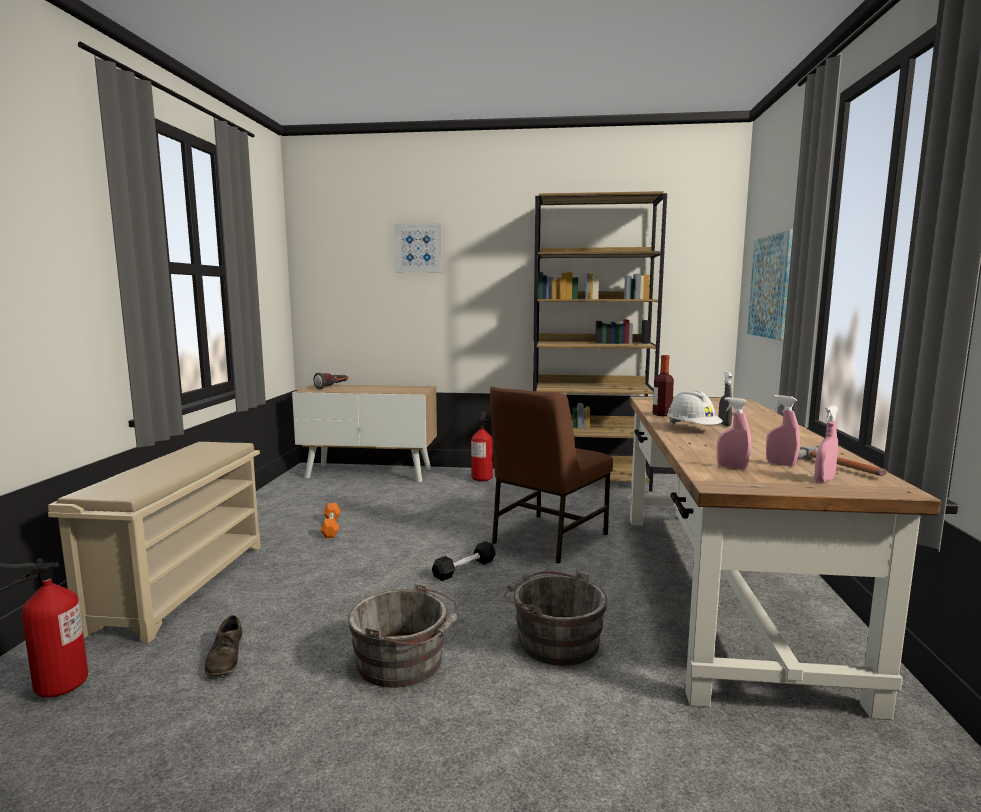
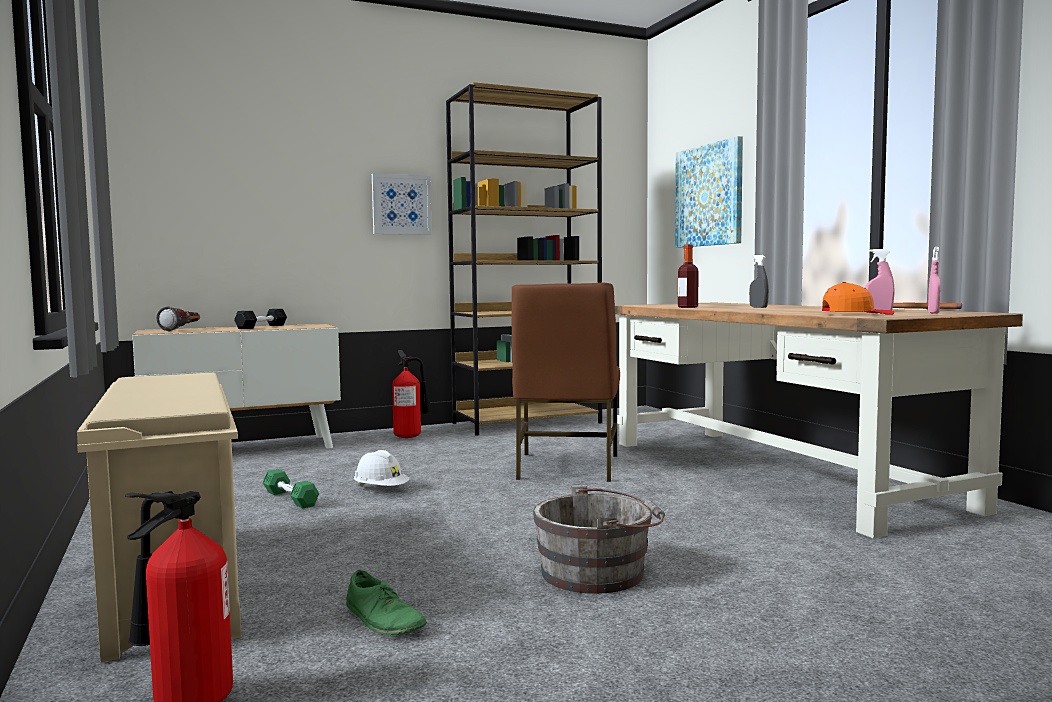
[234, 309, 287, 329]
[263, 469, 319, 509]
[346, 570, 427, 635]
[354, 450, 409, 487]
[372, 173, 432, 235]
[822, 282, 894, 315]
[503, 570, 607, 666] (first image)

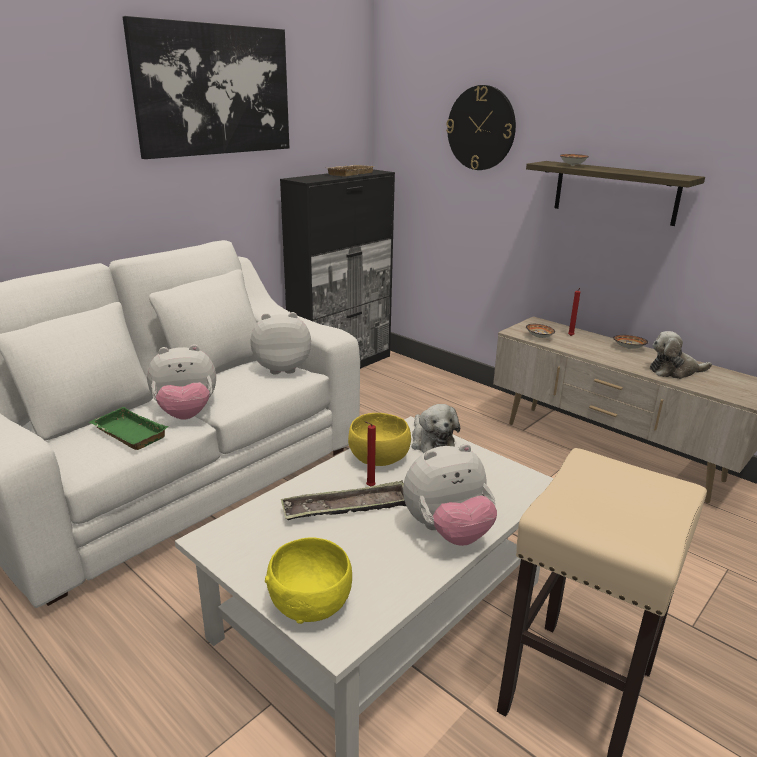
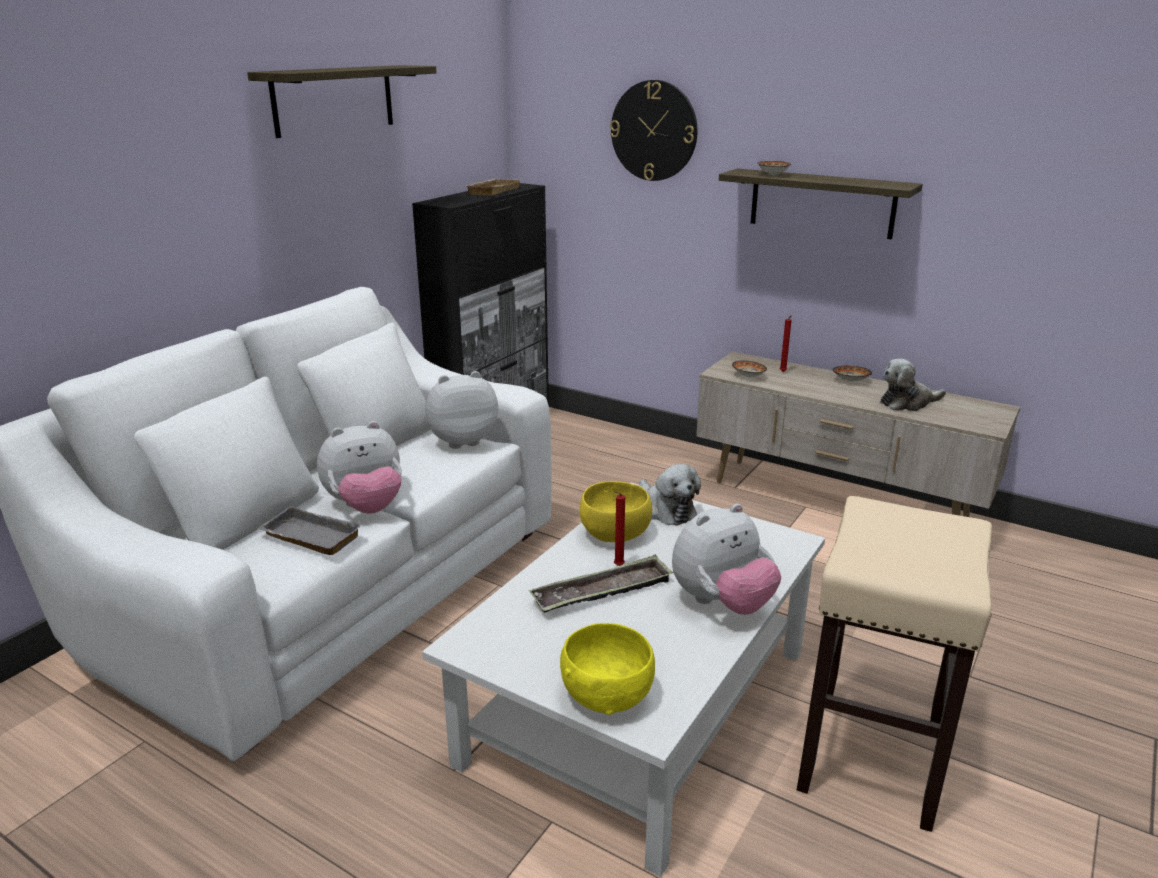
[247, 65, 437, 138]
[257, 506, 363, 555]

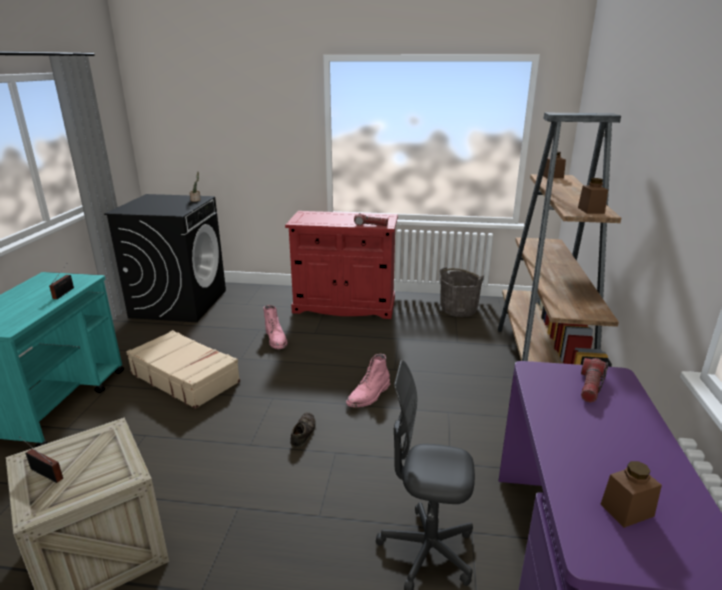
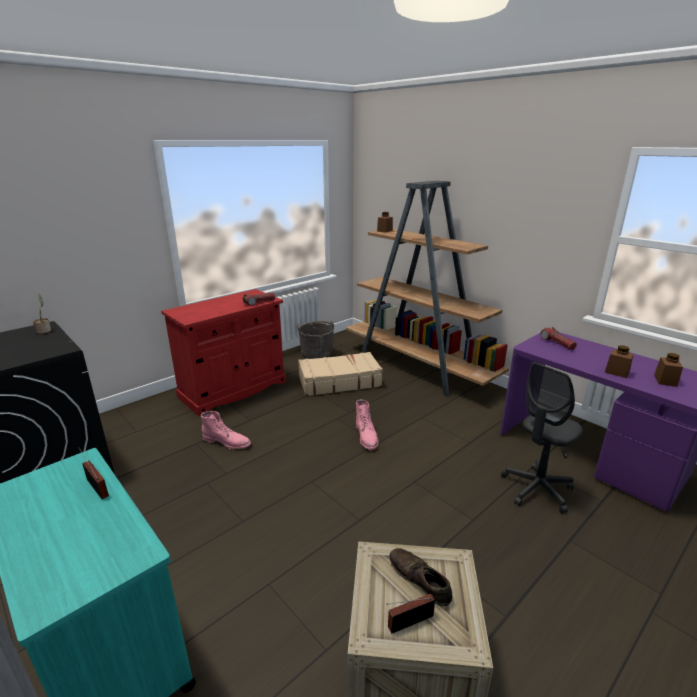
[298, 352, 383, 396]
[389, 548, 453, 607]
[605, 345, 634, 378]

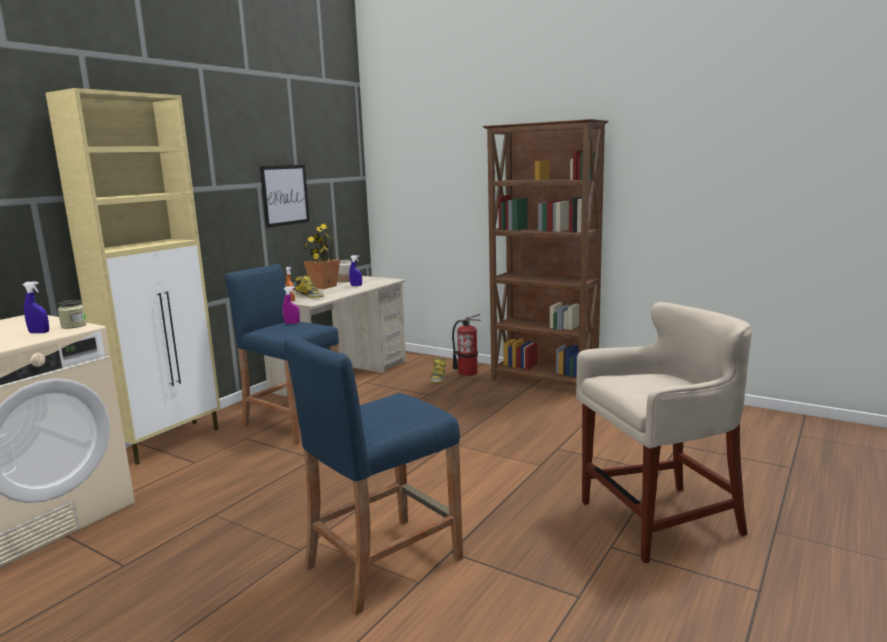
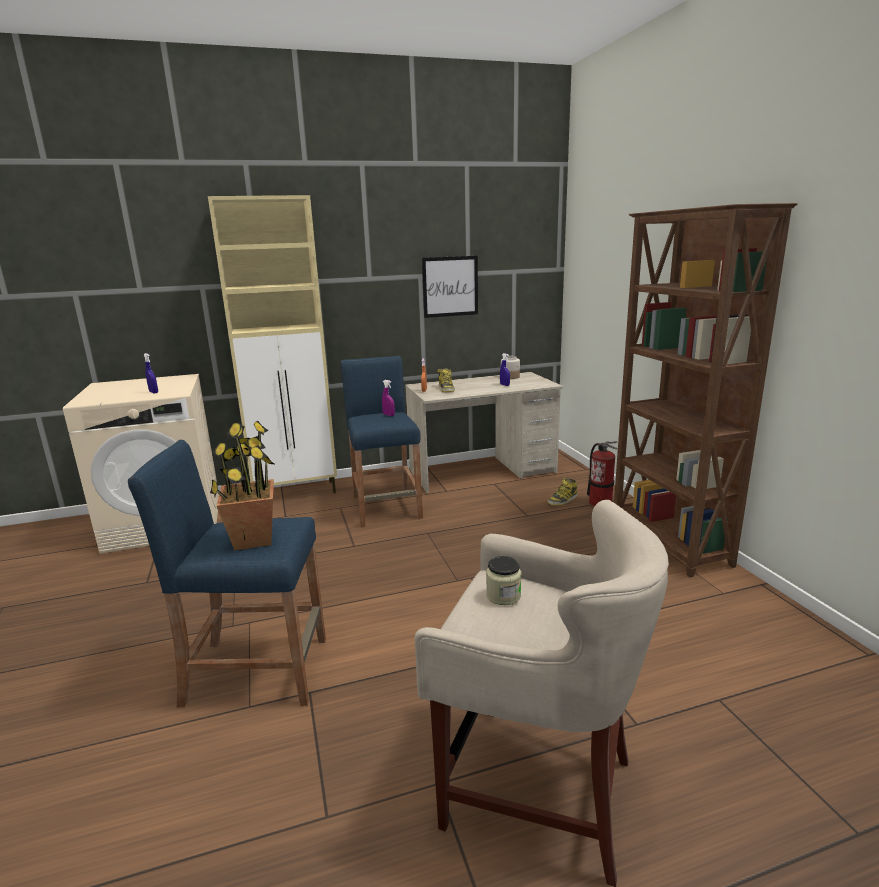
[210, 421, 274, 551]
[486, 556, 521, 605]

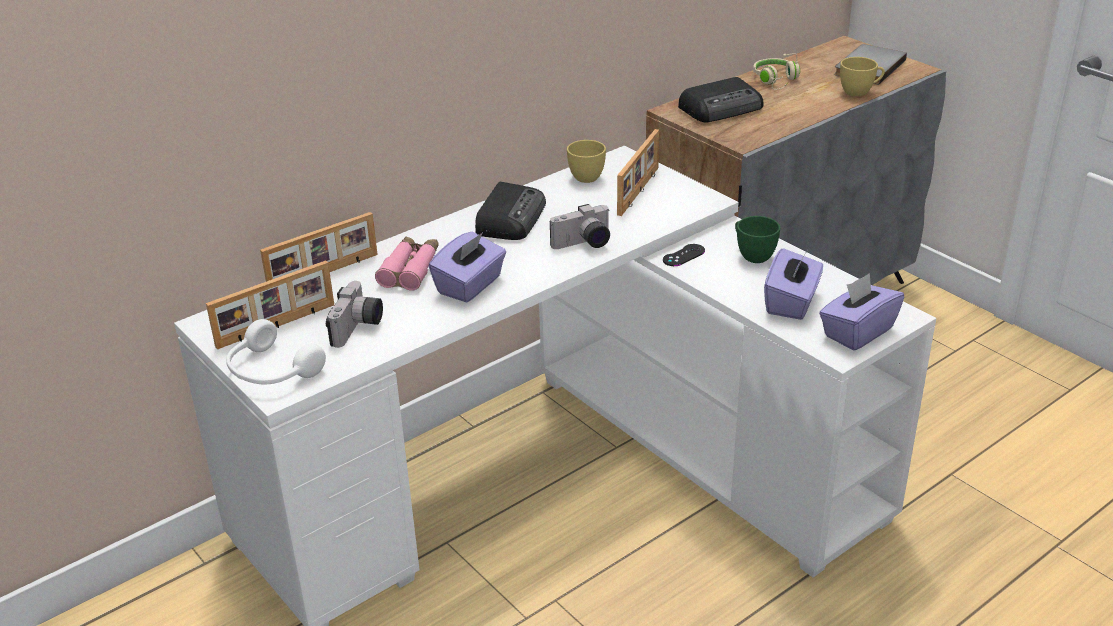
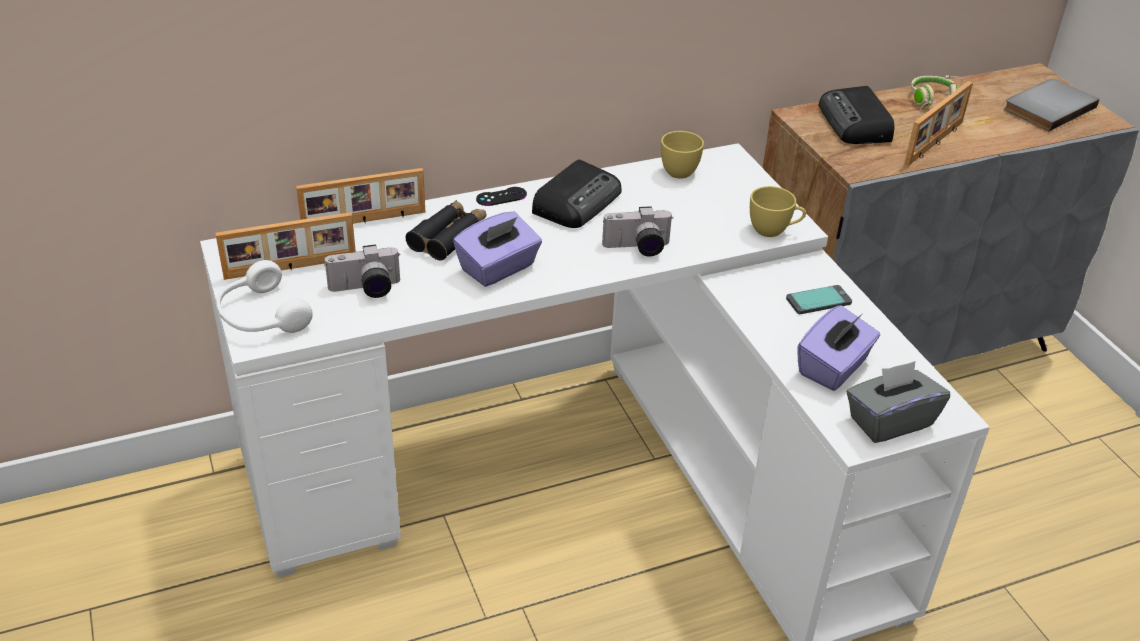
[324, 244, 400, 298]
[406, 200, 487, 261]
[476, 187, 527, 206]
[750, 186, 806, 237]
[786, 285, 852, 314]
[819, 86, 894, 144]
[846, 361, 950, 443]
[904, 81, 973, 166]

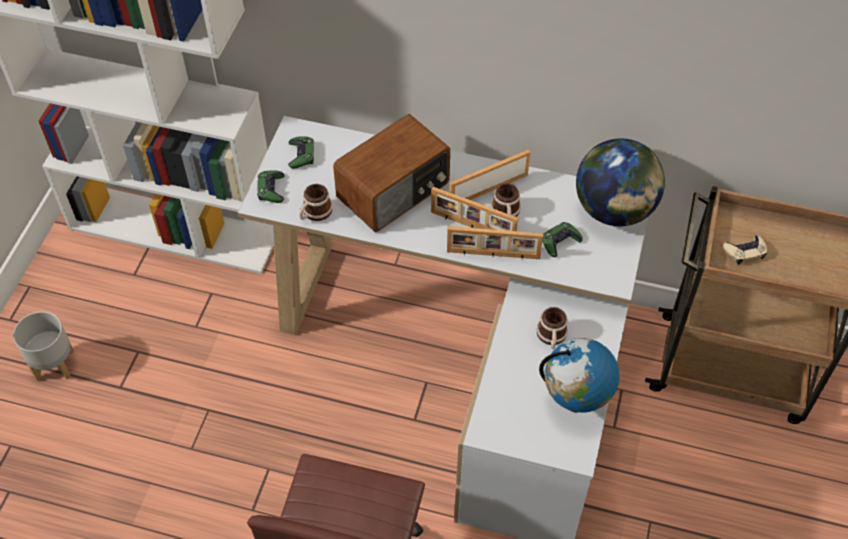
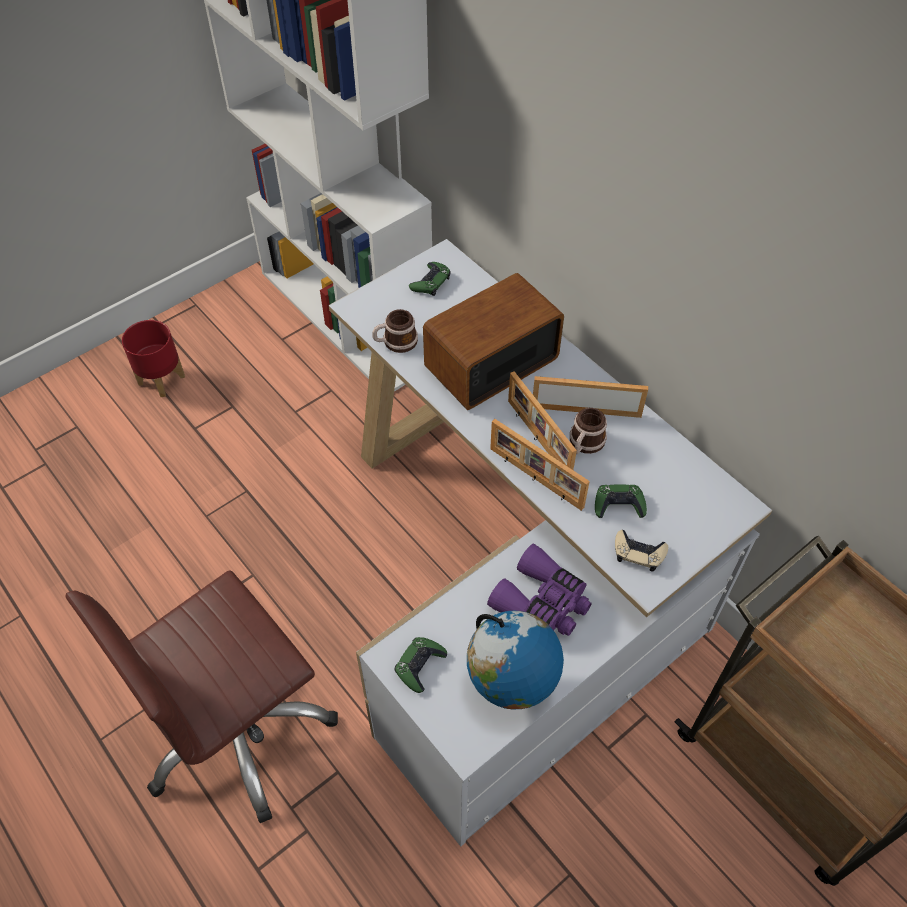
[122, 320, 185, 397]
[395, 637, 447, 693]
[423, 273, 564, 410]
[487, 544, 592, 636]
[615, 530, 668, 571]
[576, 139, 665, 226] (first image)

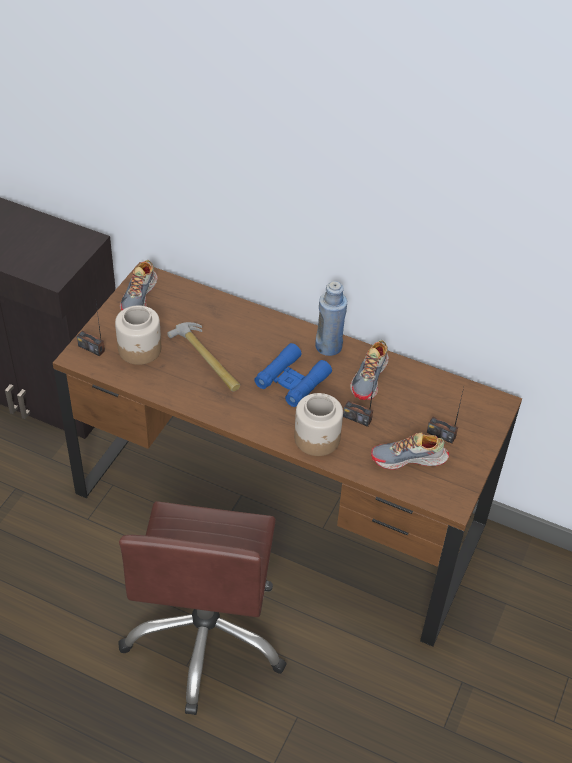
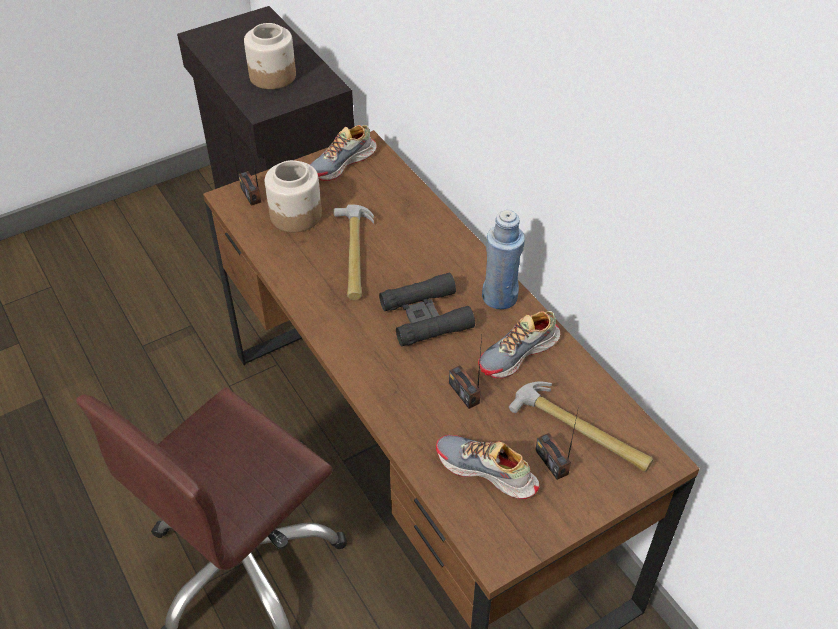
[244, 23, 296, 89]
[379, 273, 475, 346]
[509, 382, 653, 472]

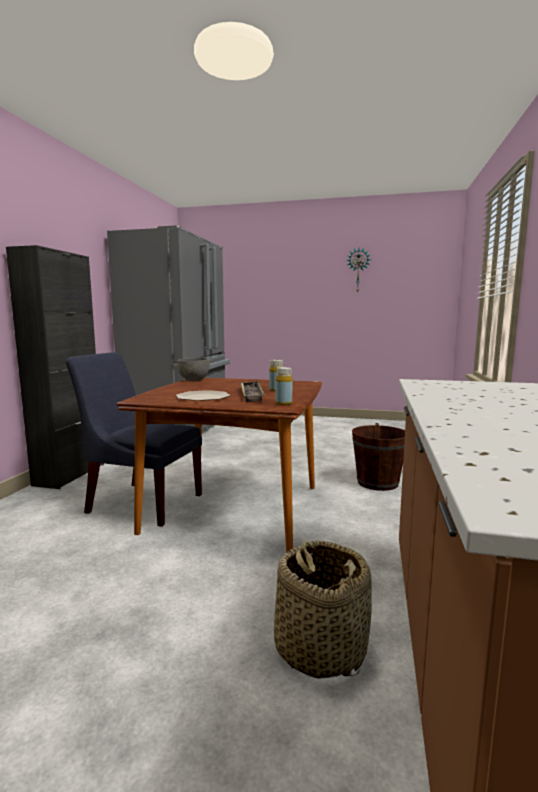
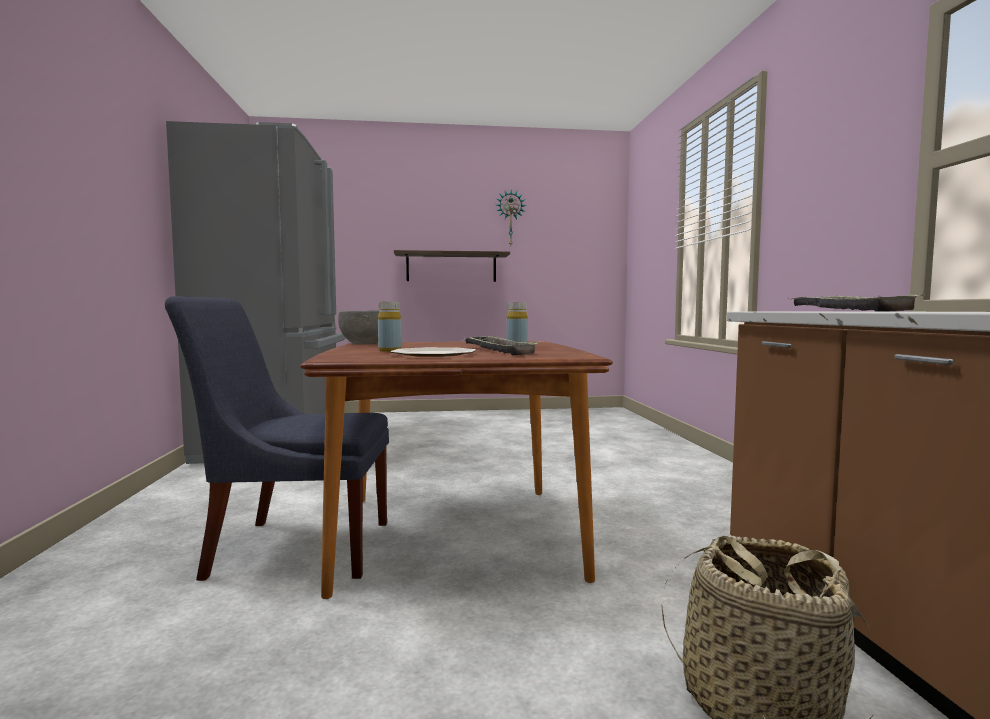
[378, 302, 402, 352]
[394, 250, 510, 282]
[788, 293, 925, 312]
[6, 245, 104, 489] (first image)
[352, 423, 405, 491] (first image)

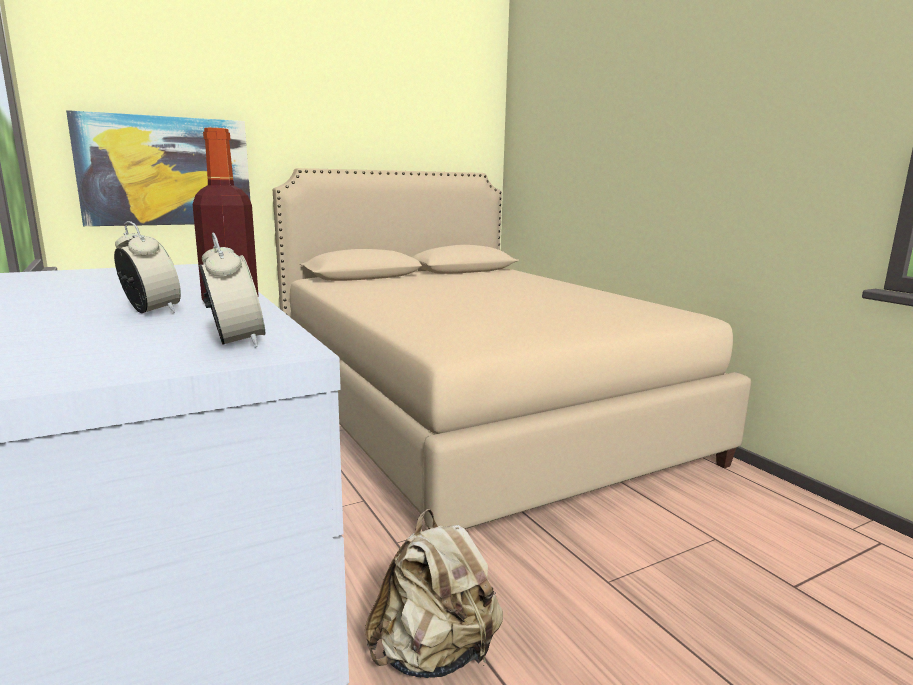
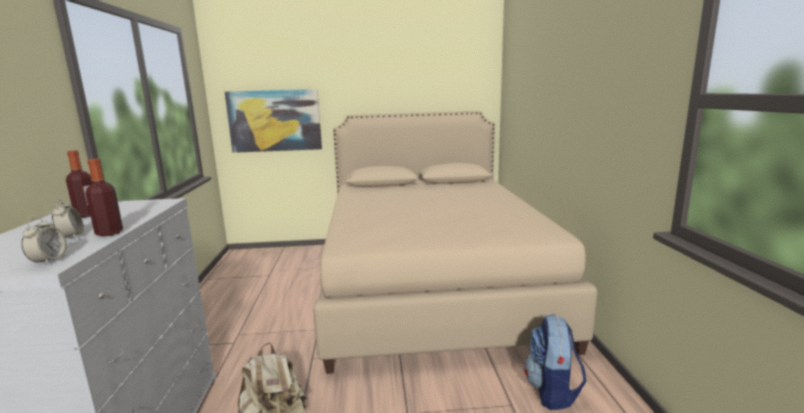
[66, 150, 92, 217]
[524, 314, 586, 410]

